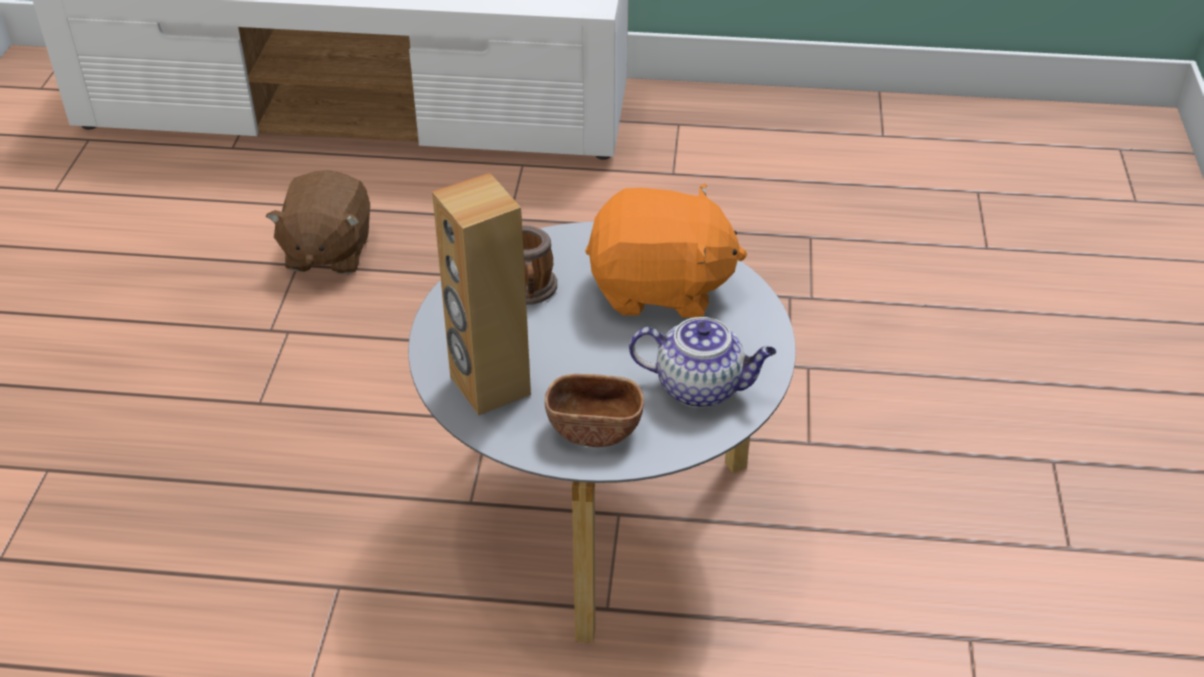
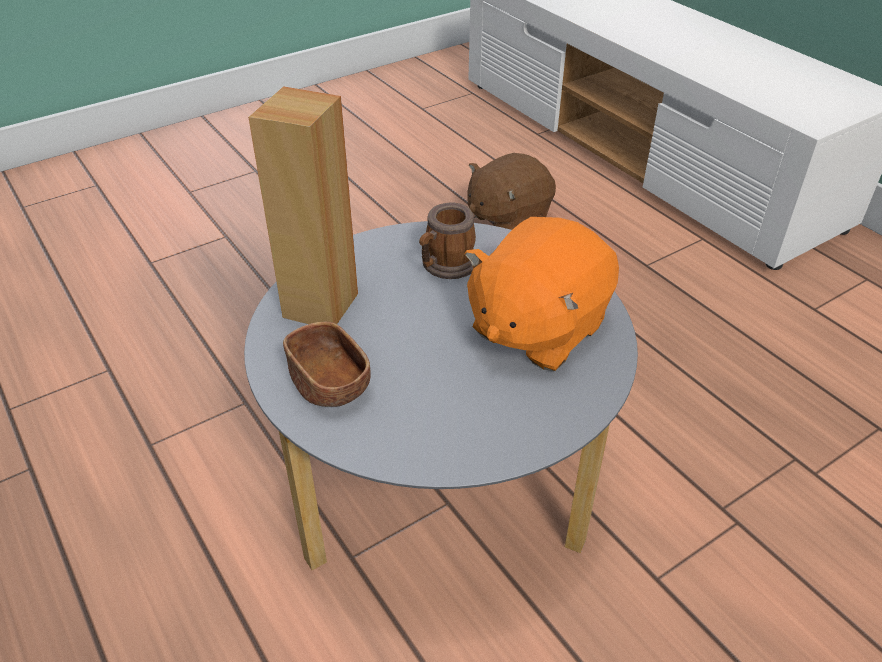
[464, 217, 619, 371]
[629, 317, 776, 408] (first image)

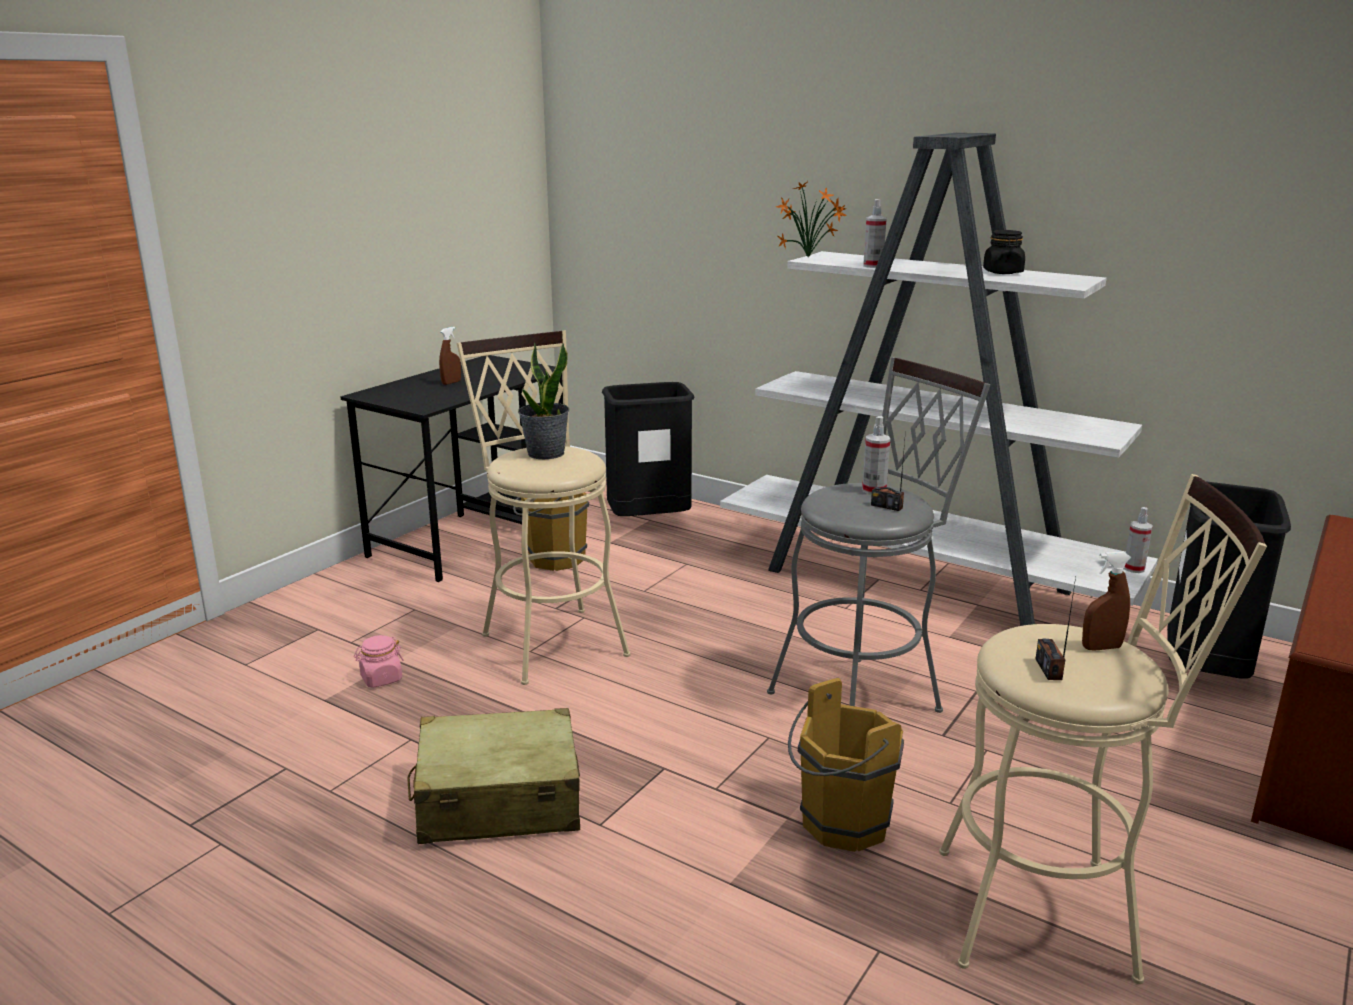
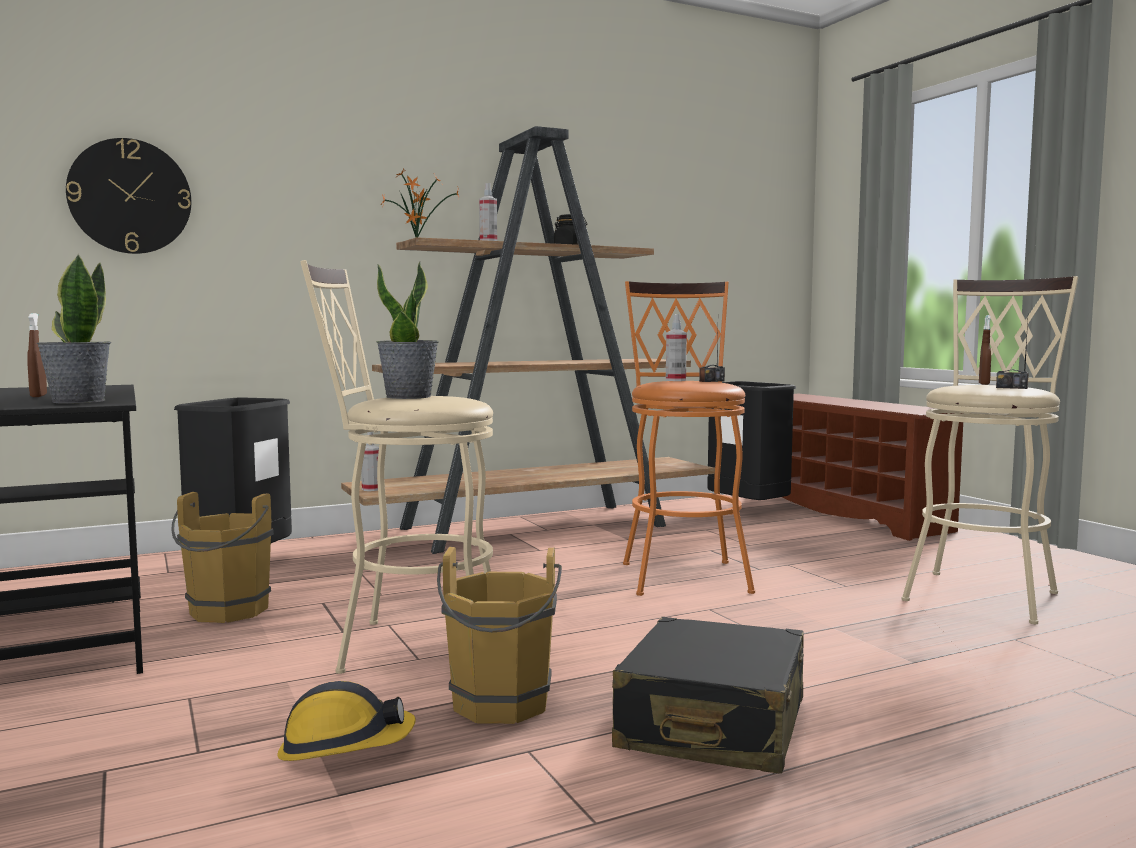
[36, 254, 111, 404]
[66, 138, 191, 254]
[277, 681, 416, 761]
[341, 126, 715, 554]
[361, 432, 379, 491]
[437, 547, 562, 724]
[612, 617, 804, 774]
[623, 281, 755, 596]

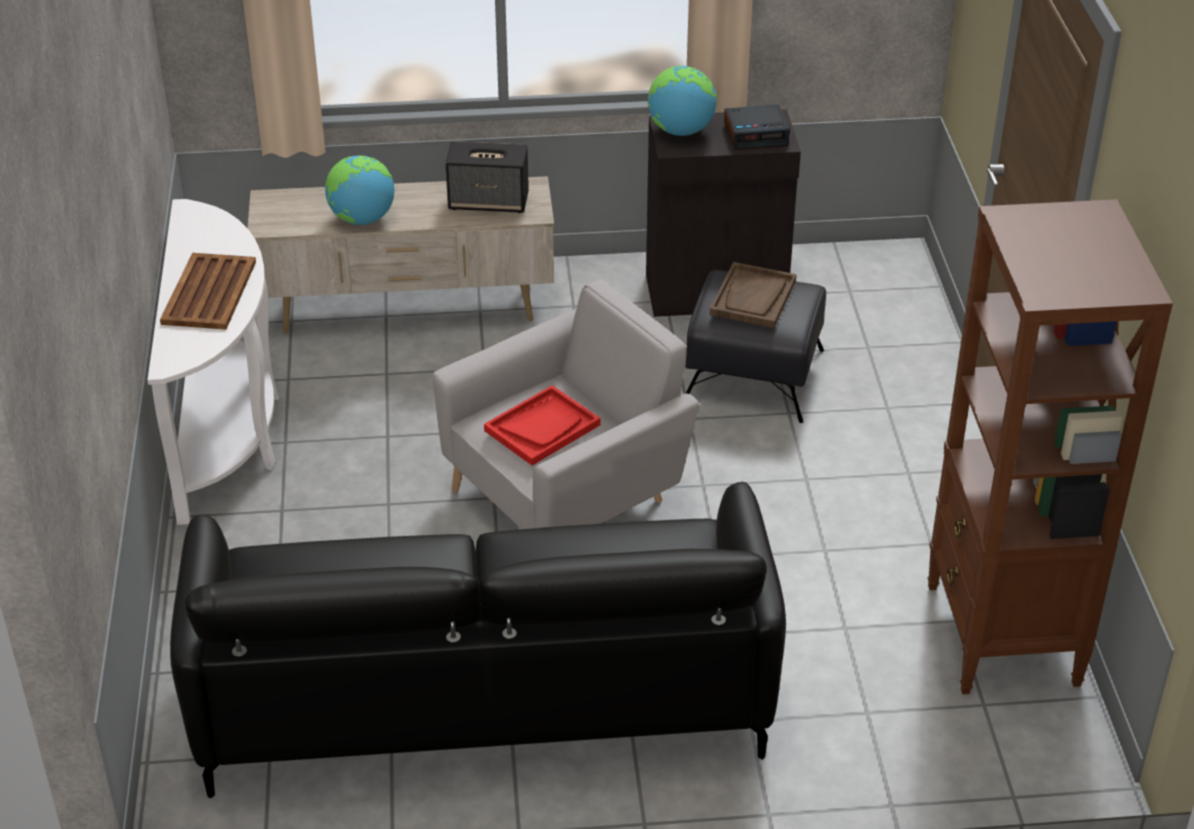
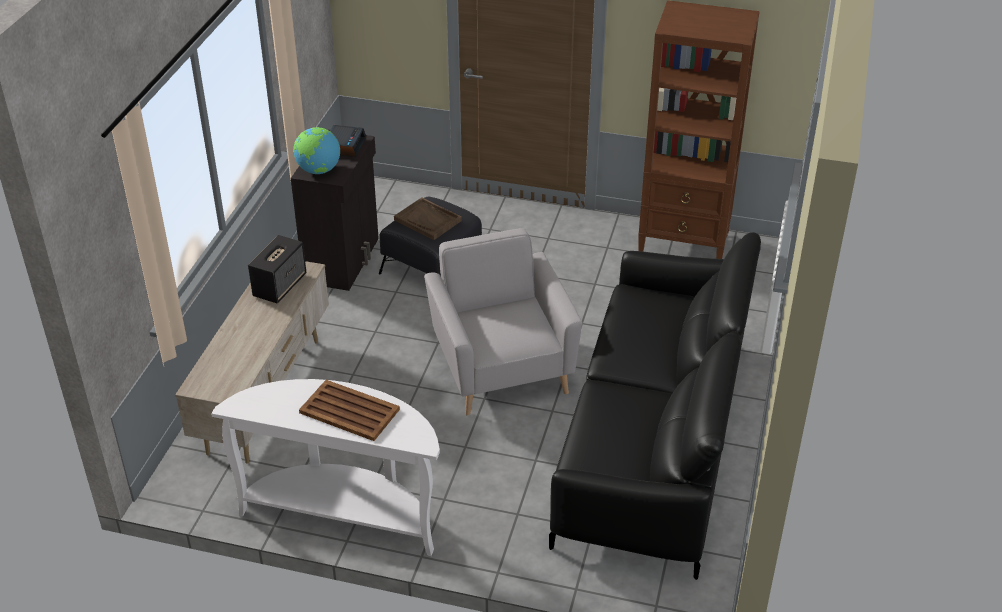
[325, 155, 394, 225] (first image)
[484, 385, 600, 465] (first image)

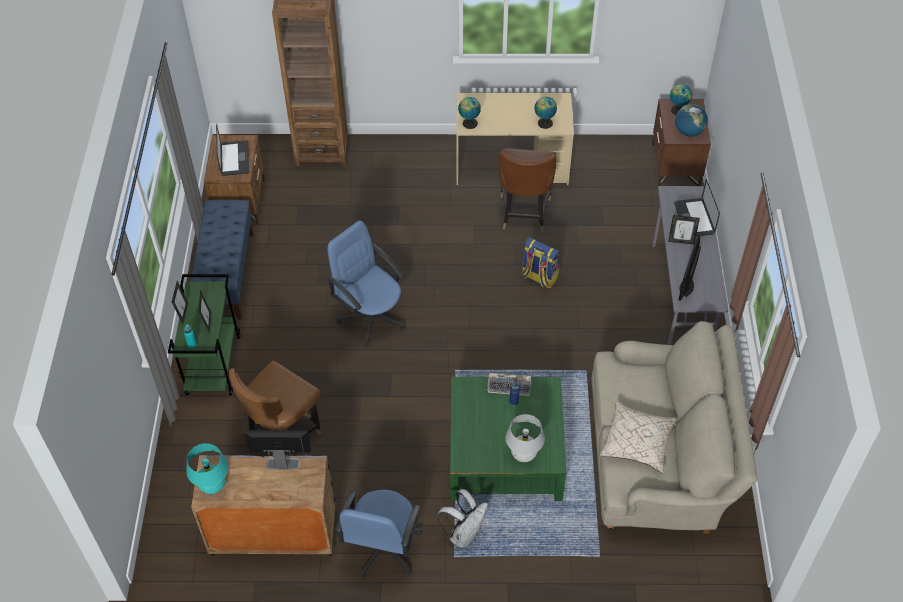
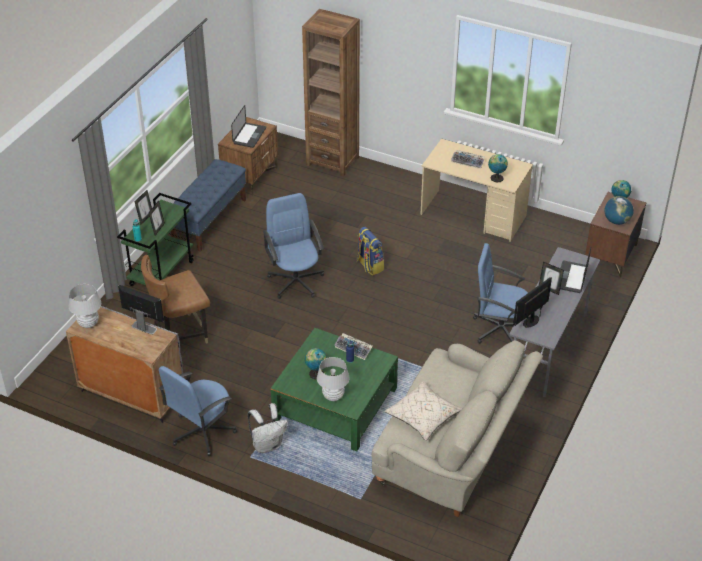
[69, 284, 101, 328]
[305, 348, 327, 380]
[356, 227, 384, 275]
[451, 150, 485, 169]
[473, 243, 528, 344]
[498, 148, 556, 232] (first image)

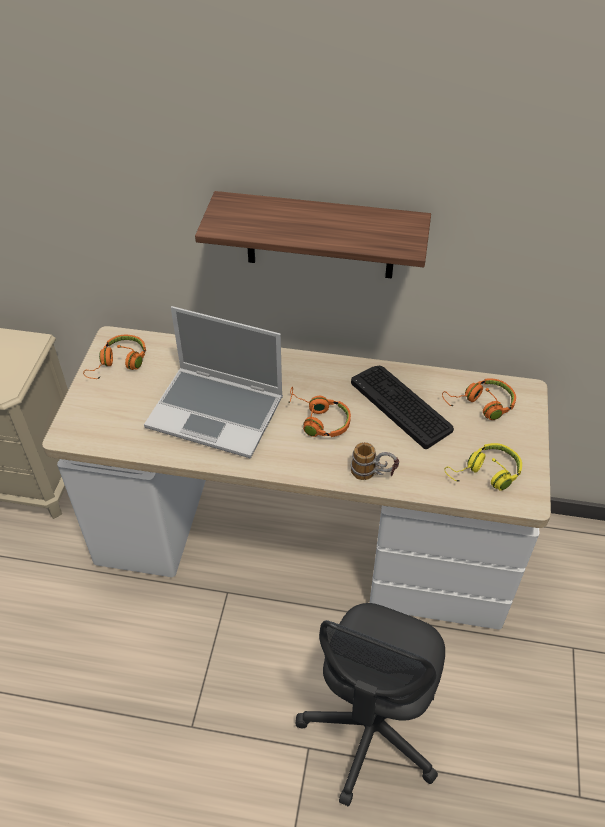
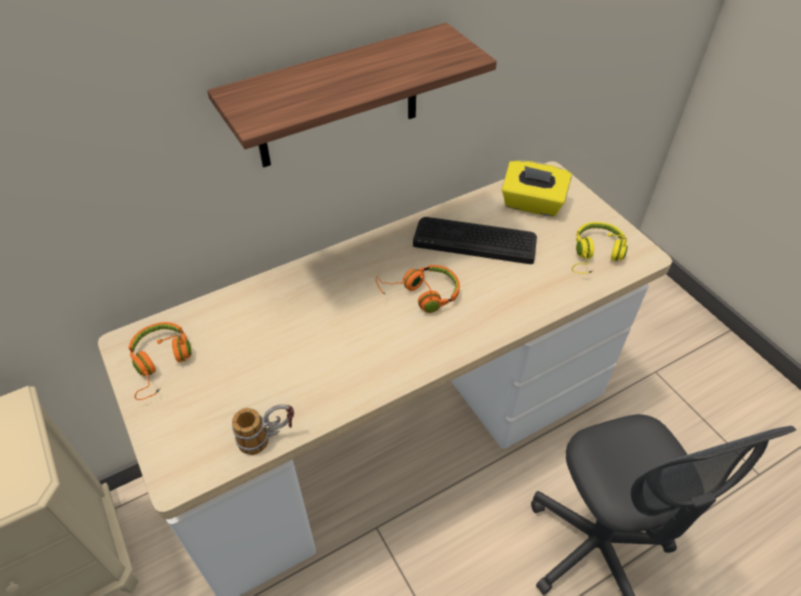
[232, 404, 294, 455]
[502, 161, 572, 217]
[144, 306, 283, 458] (first image)

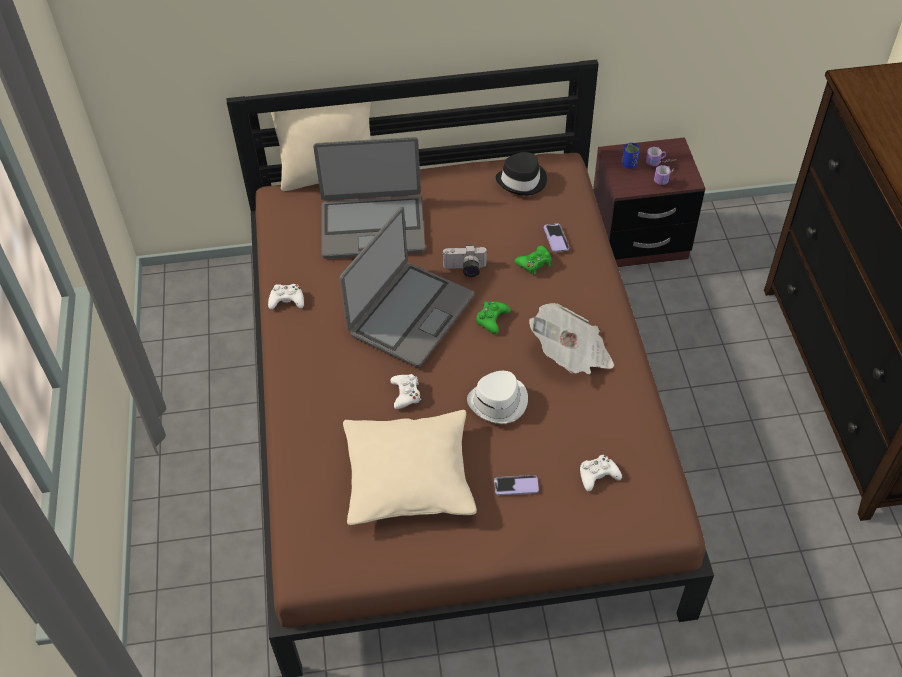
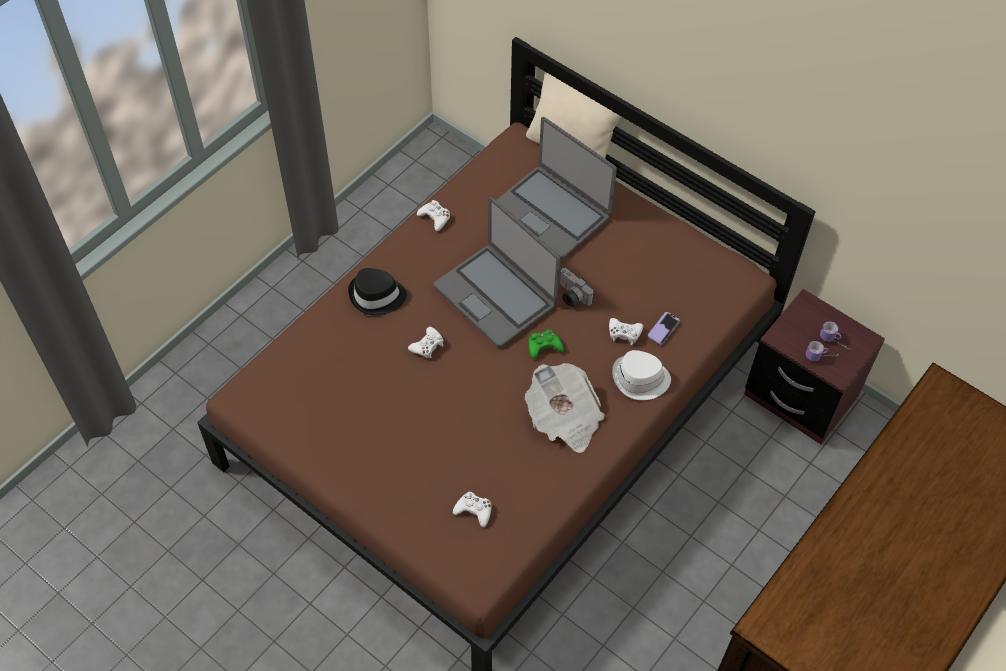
[348, 268, 407, 316]
[434, 197, 561, 348]
[609, 318, 643, 345]
[612, 350, 671, 400]
[343, 410, 477, 525] (first image)
[494, 475, 539, 495] (first image)
[622, 143, 640, 169] (first image)

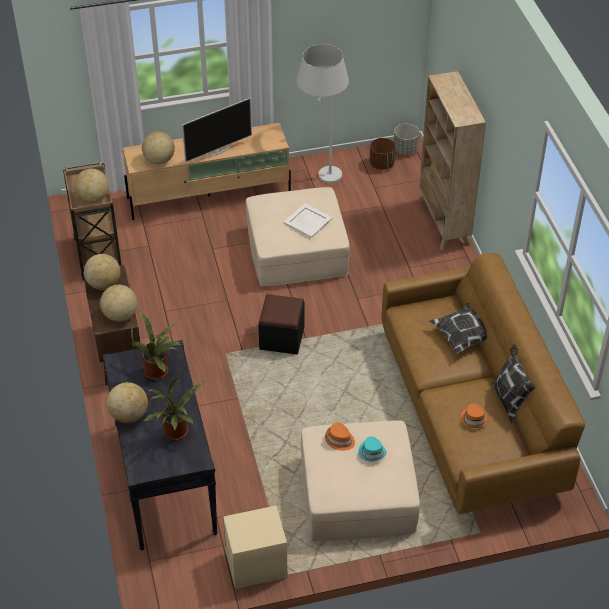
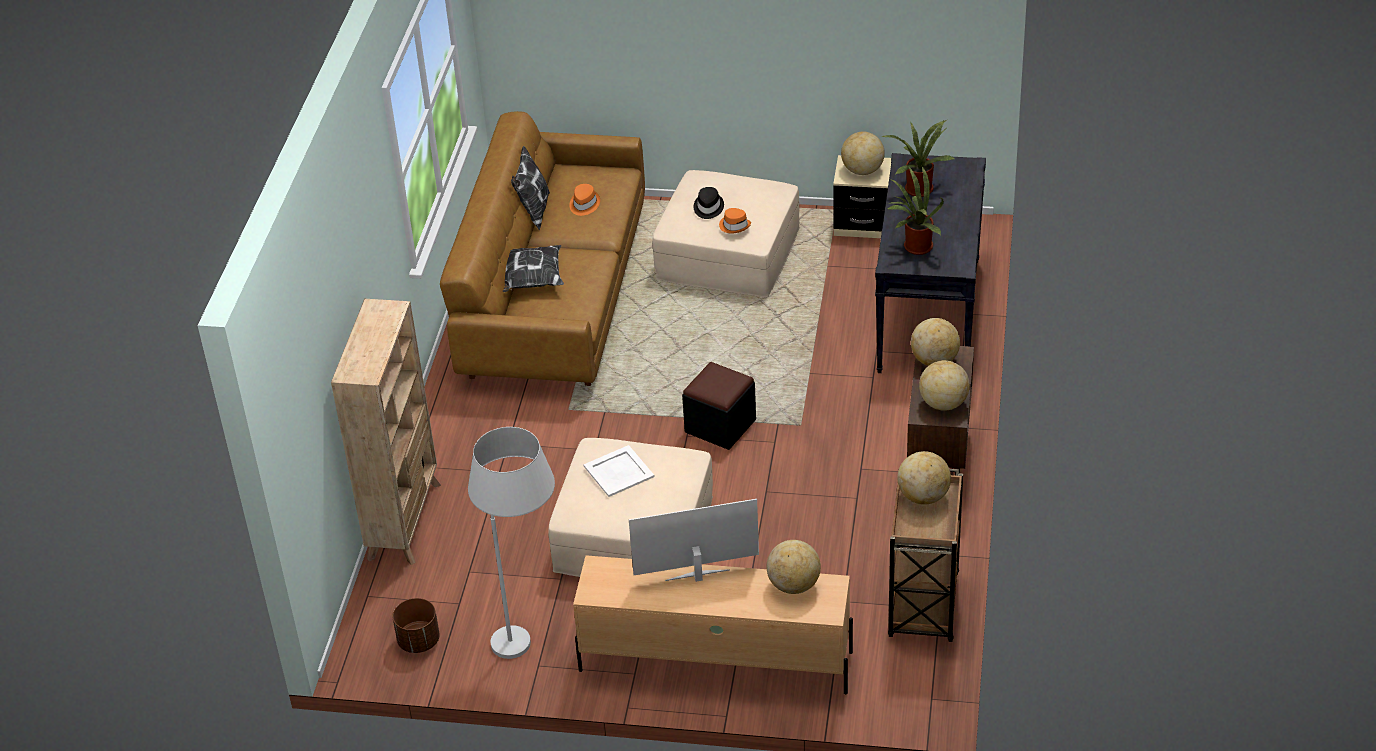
[694, 187, 724, 219]
[841, 132, 885, 175]
[394, 124, 420, 155] (first image)

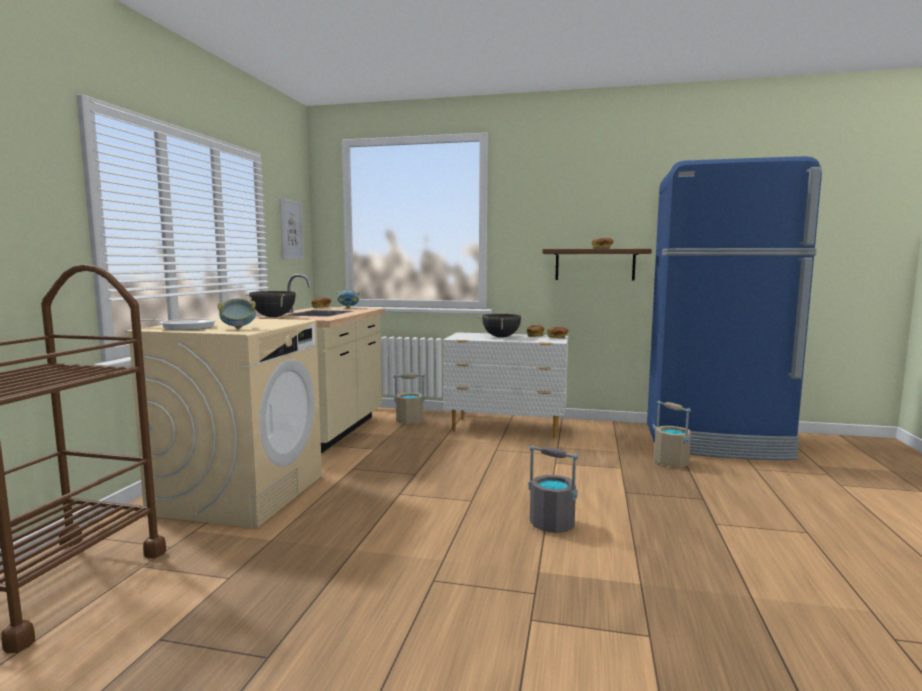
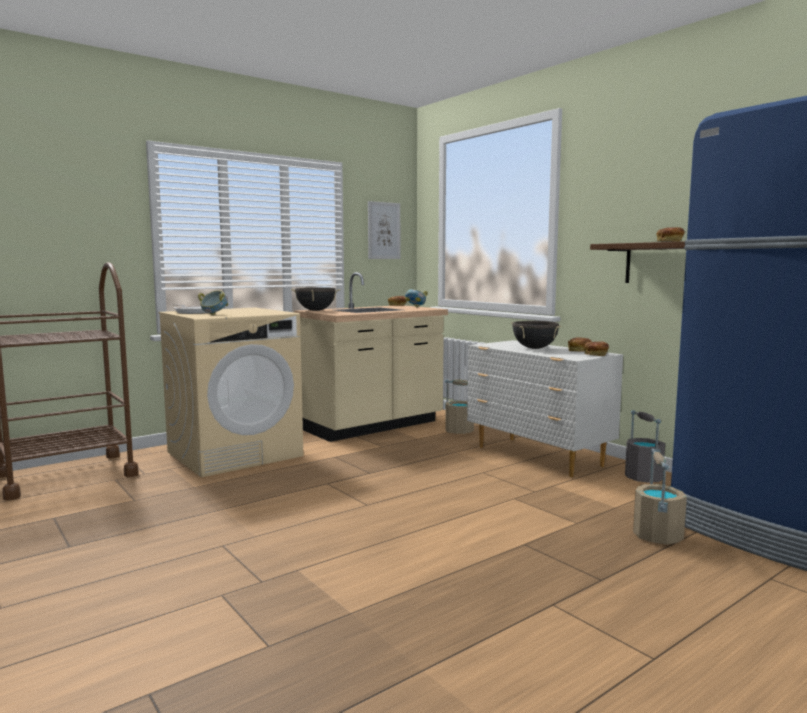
[625, 410, 665, 483]

